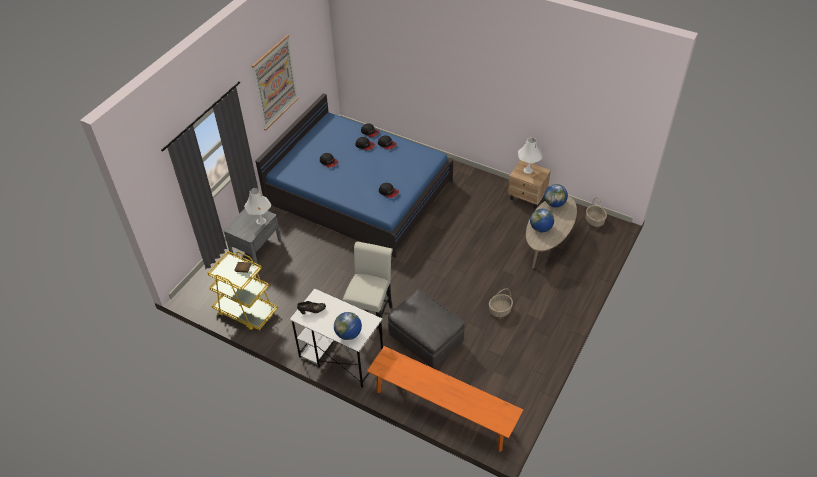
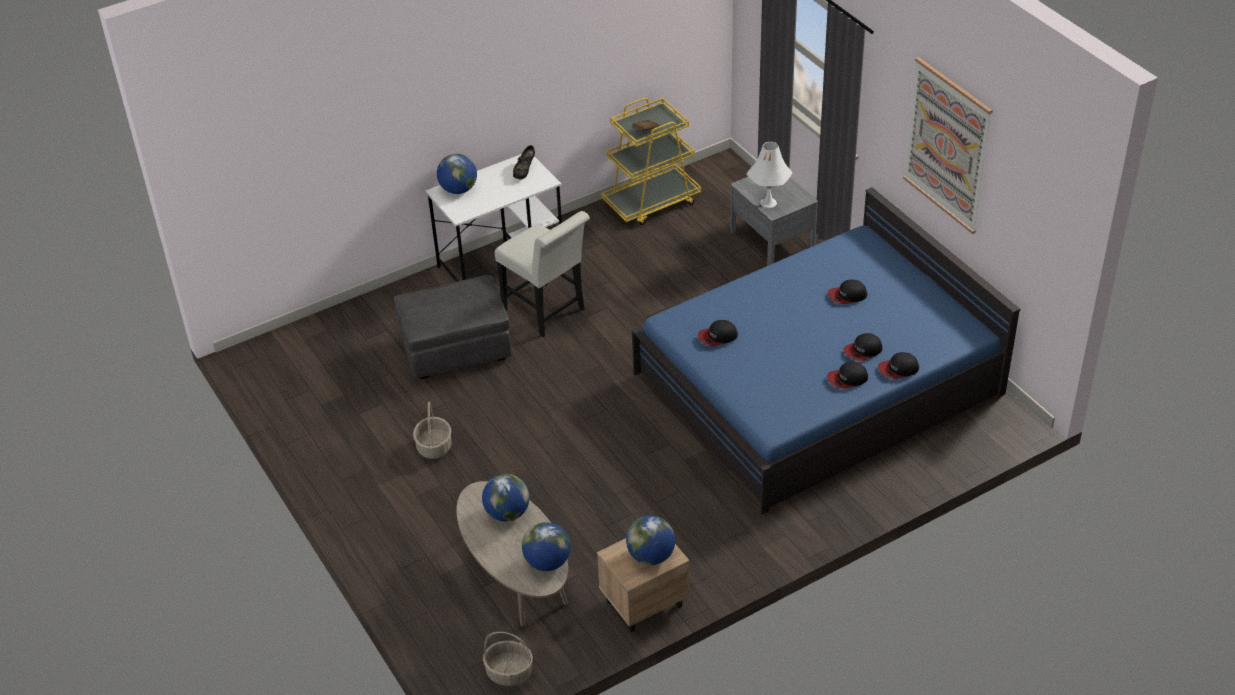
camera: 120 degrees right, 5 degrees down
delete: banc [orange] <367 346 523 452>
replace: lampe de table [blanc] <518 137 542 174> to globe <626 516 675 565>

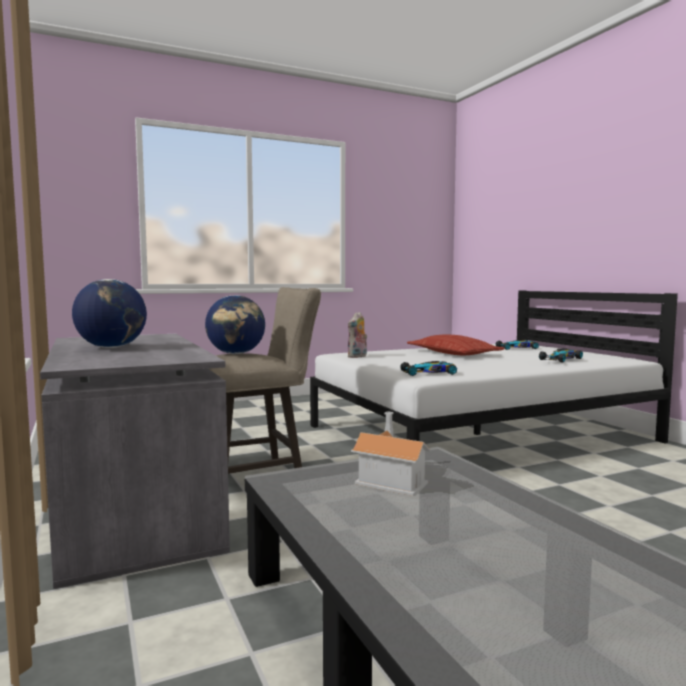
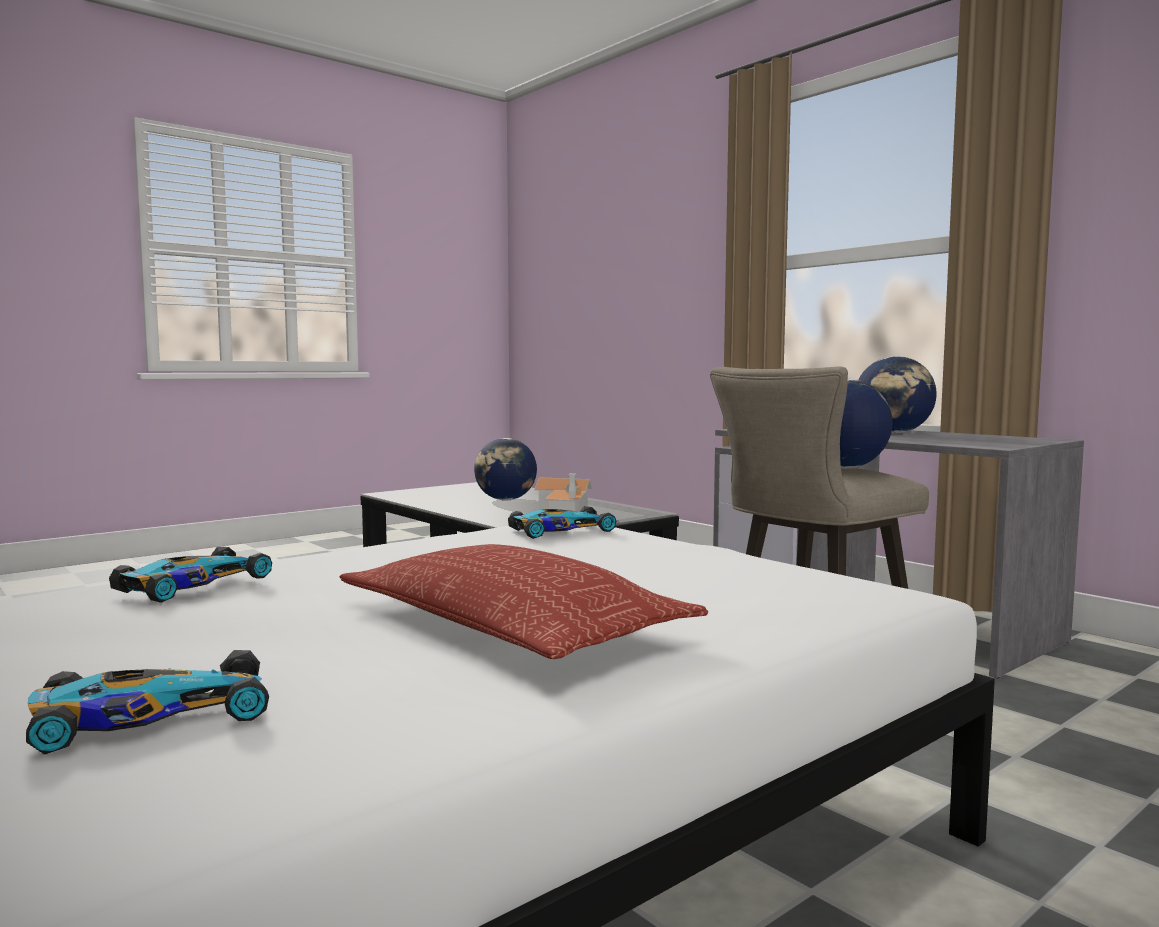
camera: 165 degrees right, 0 degrees up
delete: peluche <348 312 367 358>
insert: globe <474 438 537 500>

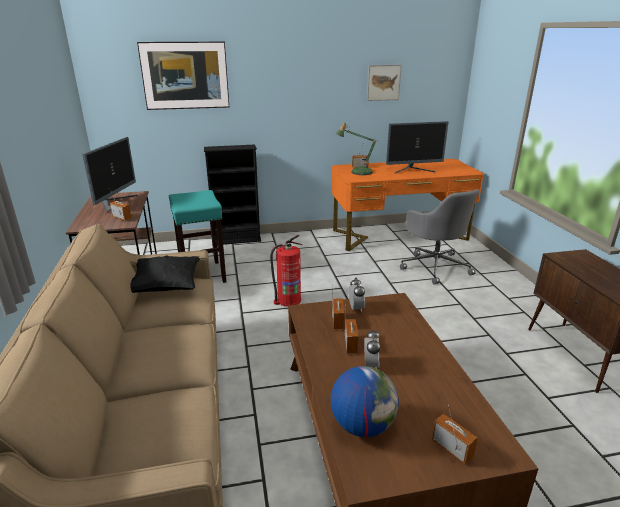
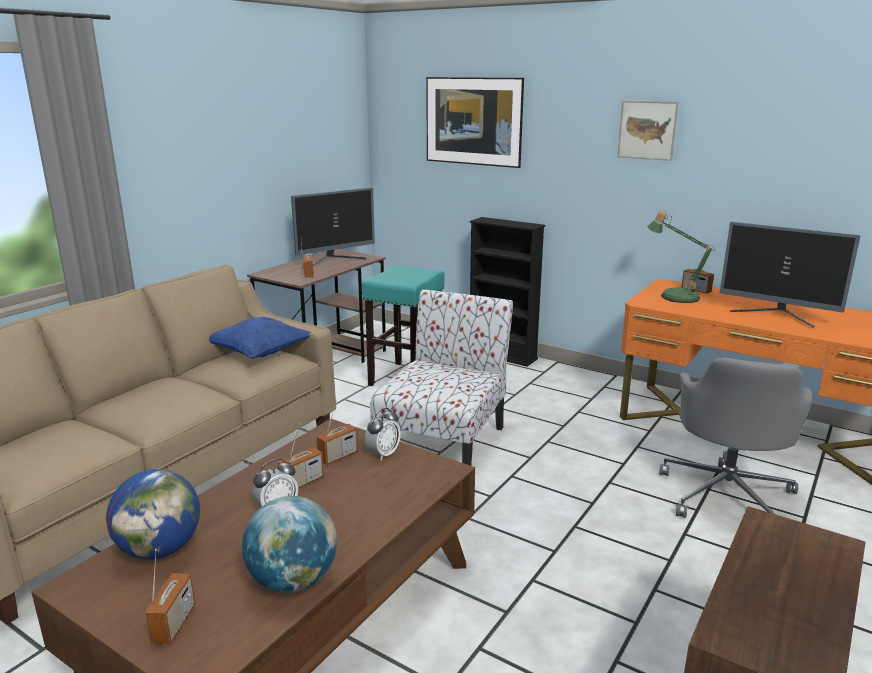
camera: 45 degrees right, 5 degrees down
insert: globe <242 496 337 593>
move: tableau <367 65 402 101> to <617 100 679 161>
replace: extincteur <270 235 302 307> to chaise <370 289 513 466>
recolor: coussin [noir] <130 255 200 293> to coussin [bleu] <209 317 312 359>

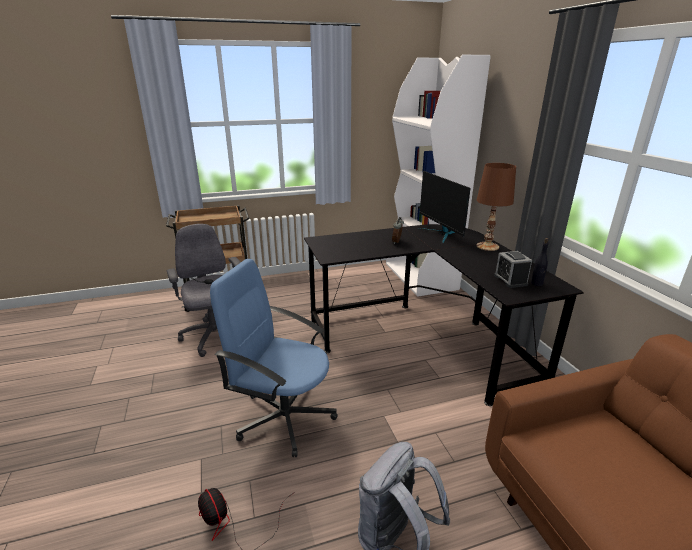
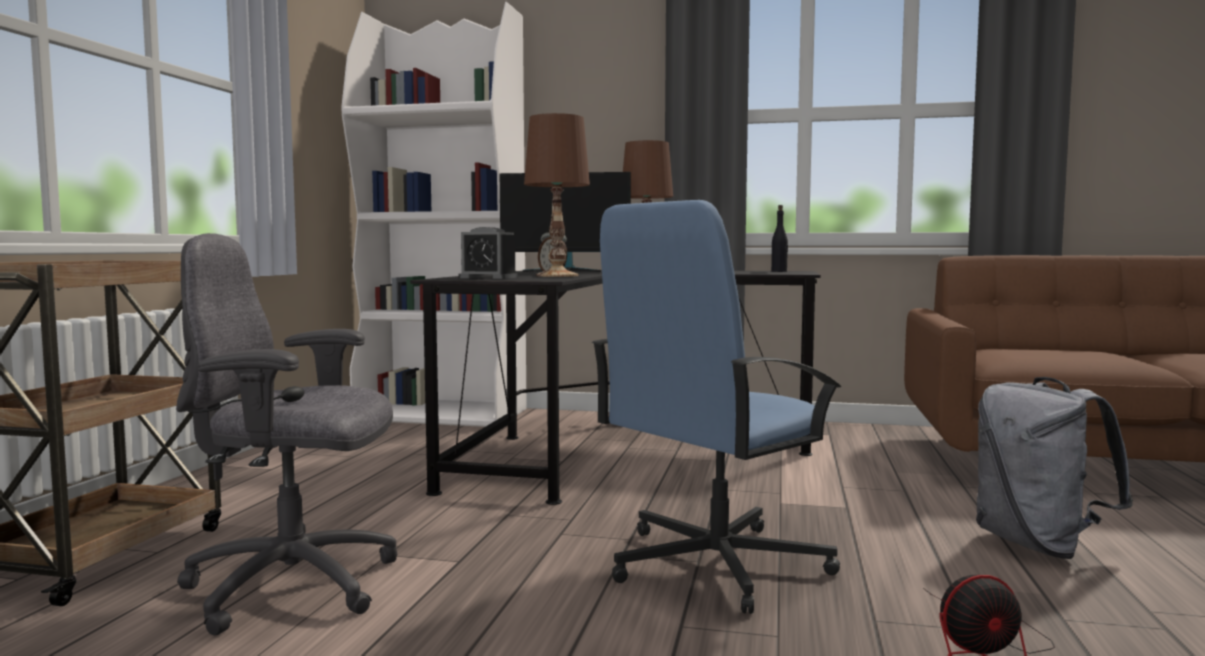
camera: 60 degrees left, 20 degrees down
insert: lampe de table [marron] <524 113 590 277>
move: réveil <494 251 532 288> to <459 227 518 279>

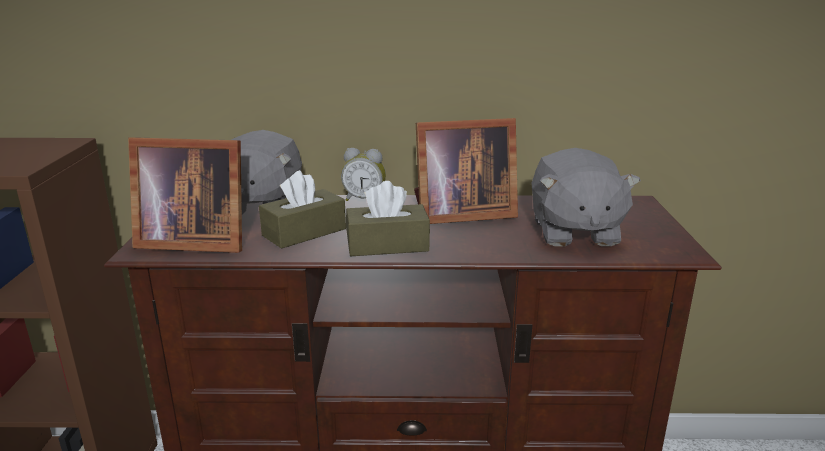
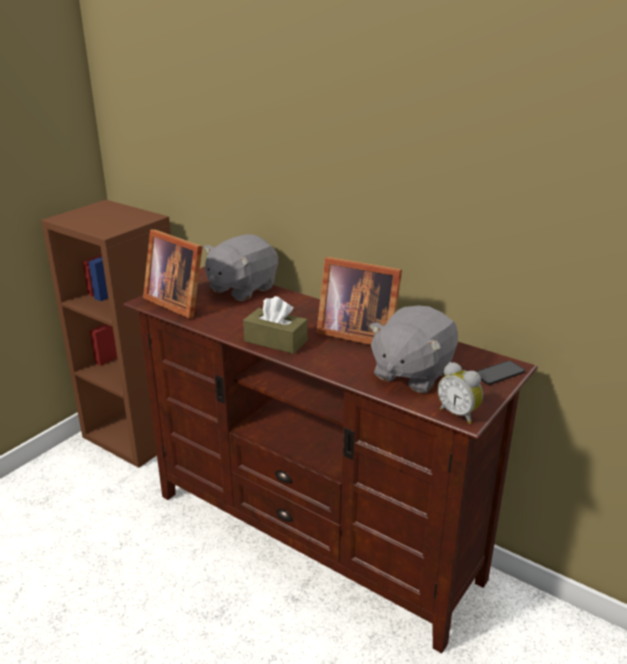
camera: 35 degrees right, 5 degrees up
delete: boîte à mouchoirs [marron] <259 170 346 249>
insert: téléphone <475 361 525 385>
move: réveil <341 148 386 201> to <438 362 483 424>

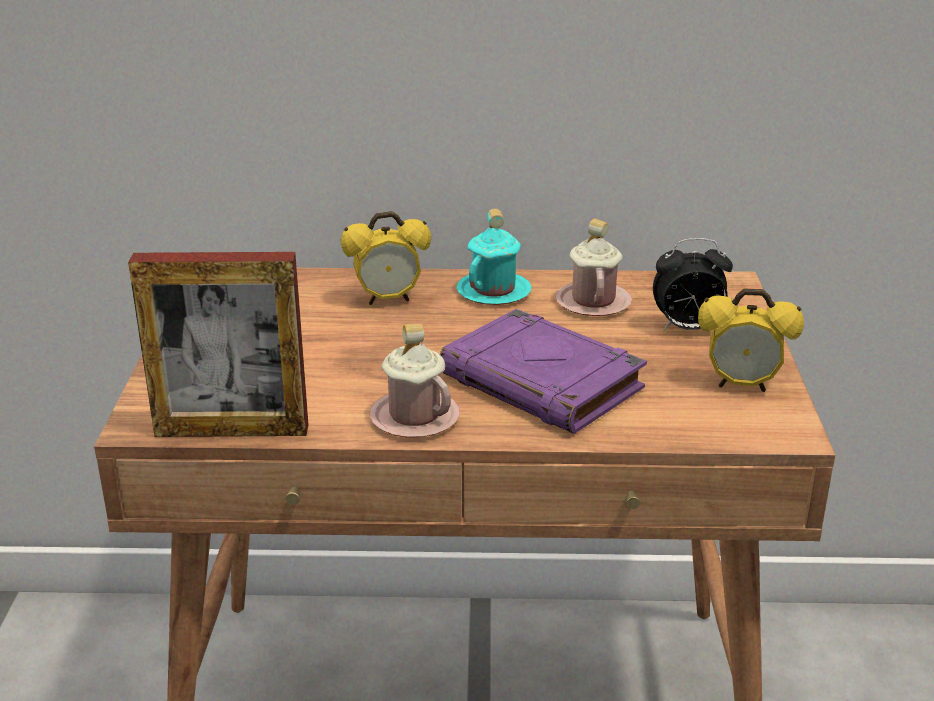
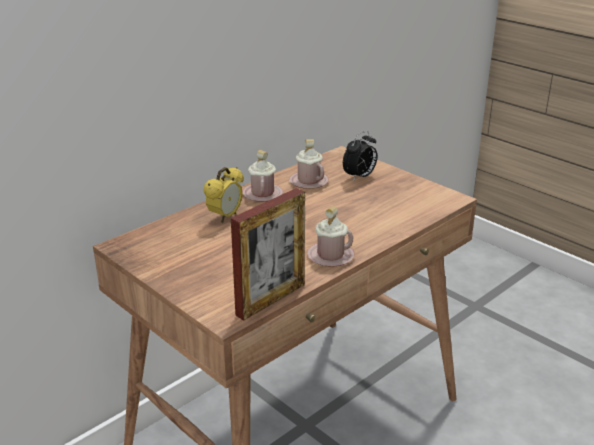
camera: 45 degrees left, 0 degrees up
delete: réveil <698 289 804 392>; livre [violet] <440 309 647 434>
recolor: mug [turquoise] <456 208 532 305> to mug [rose] <242 150 283 202>

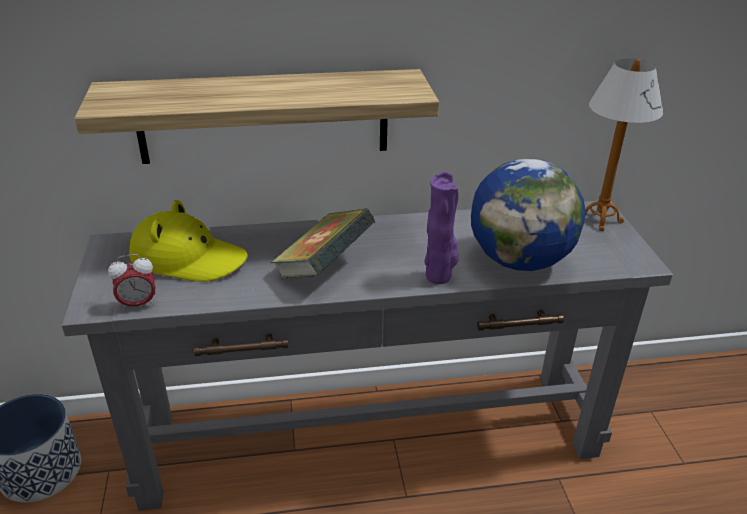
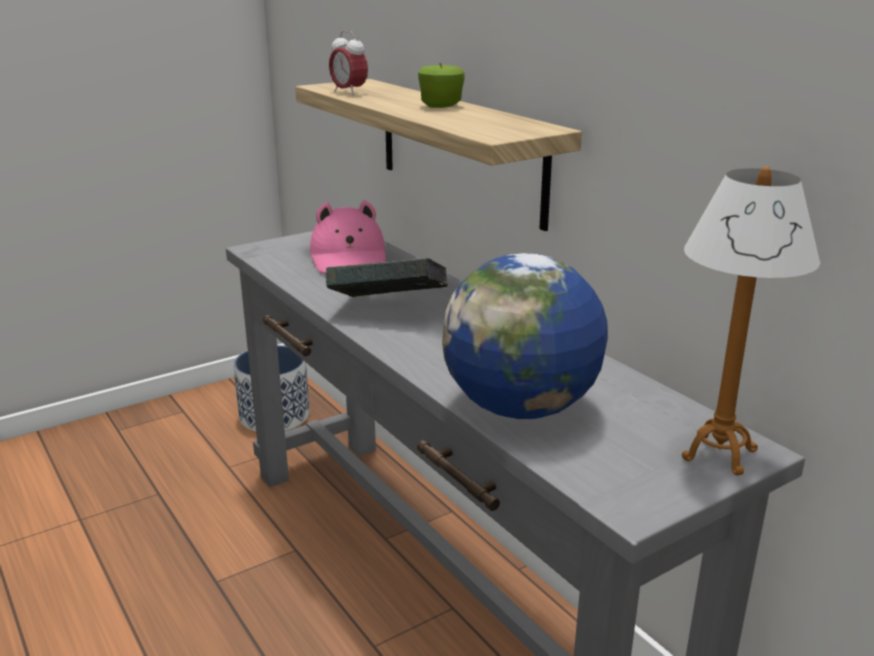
camera: 65 degrees right, 10 degrees down
delete: vase [violet] <424 172 459 284>
insert: pomme <418 63 464 108>
move: réveil <108 254 155 311> to <329 31 368 95>
recolor: chapeau [jaune] <129 200 248 282> to chapeau [rose] <310 201 386 274>

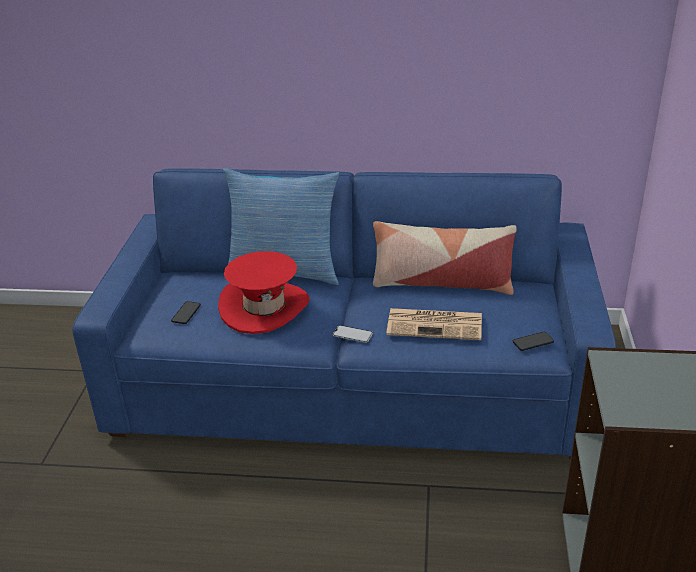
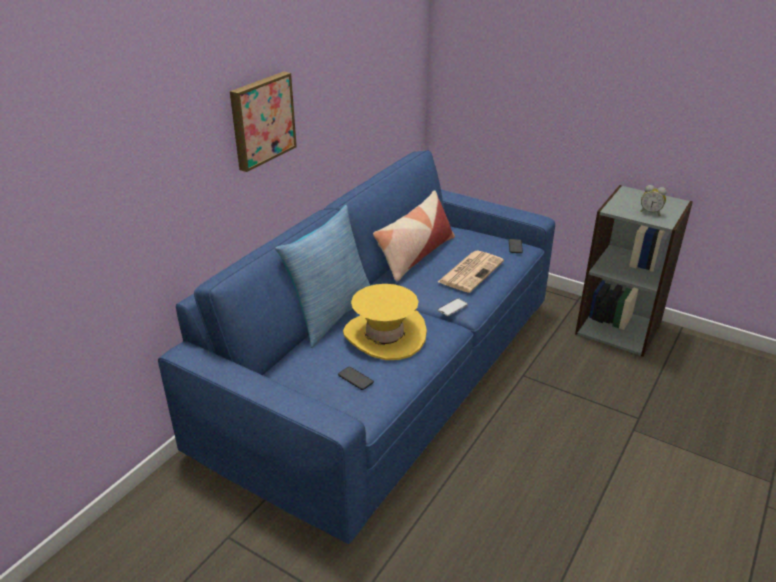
camera: 65 degrees left, 0 degrees up
insert: tableau <230 71 297 172>; réveil <640 185 667 216>
recolor: chapeau [rouge] <218 251 309 334> to chapeau [jaune] <343 284 427 360>

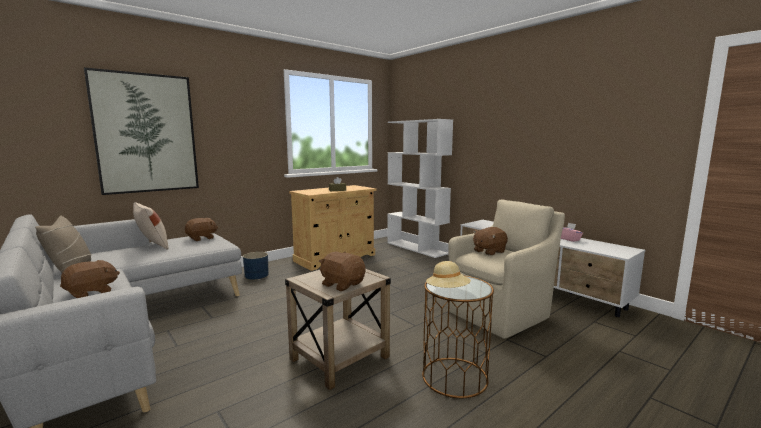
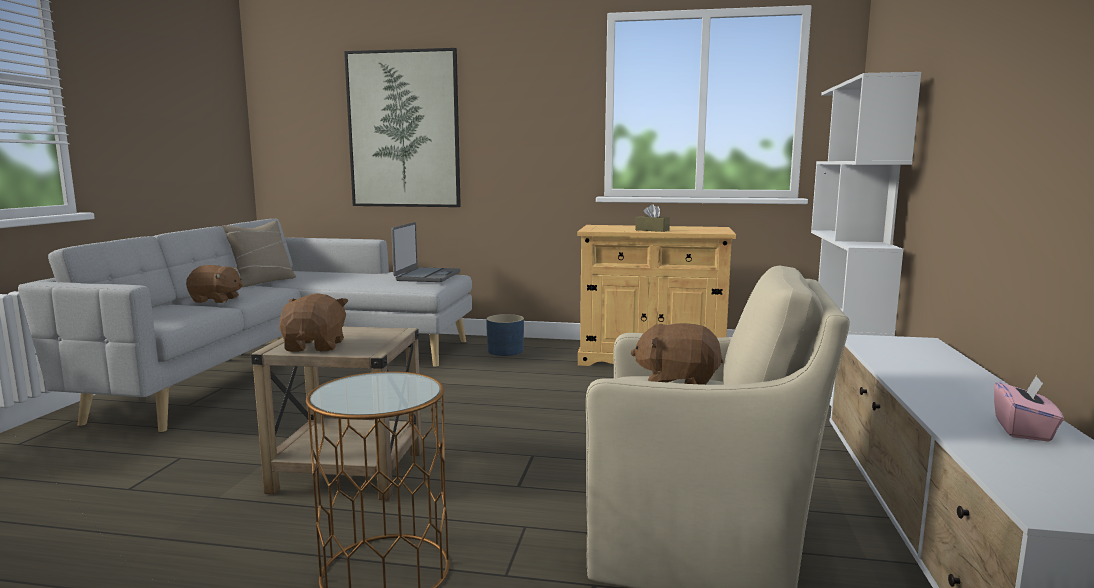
camera: 50 degrees right, 0 degrees up
delete: coussin [beige] <133 202 168 250>; chapeau [beige] <426 261 471 288>
replace: peluche [marron] <185 218 218 241> to ordinateur portable <391 222 460 282>

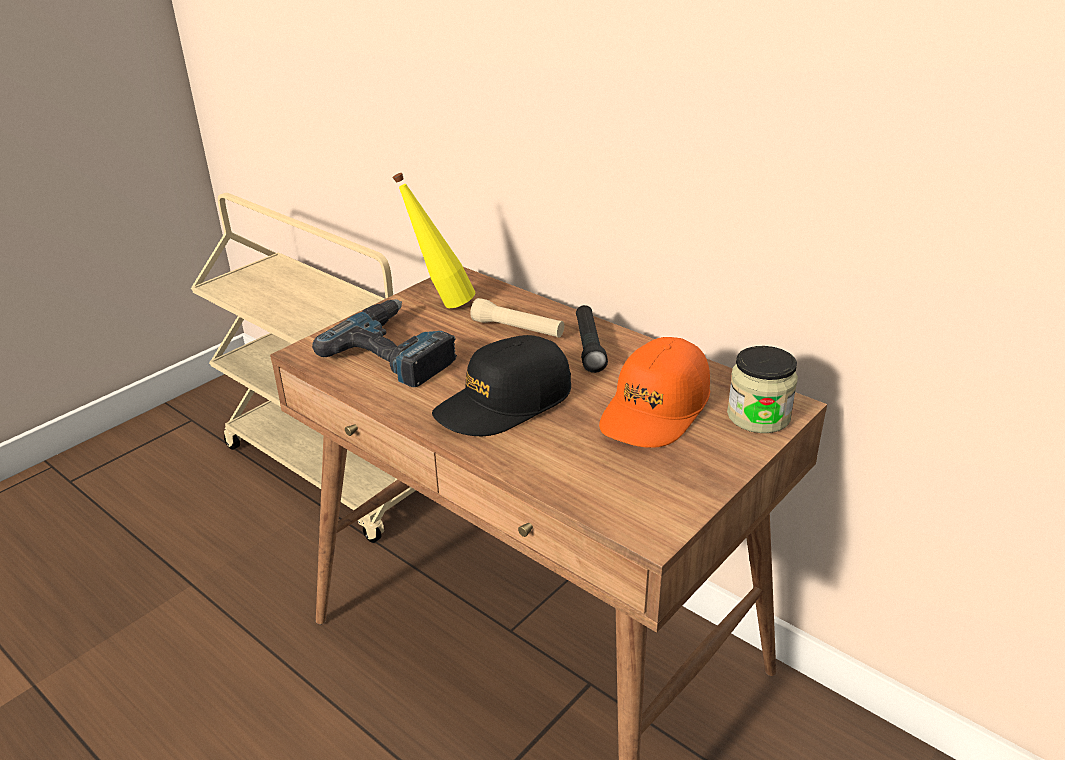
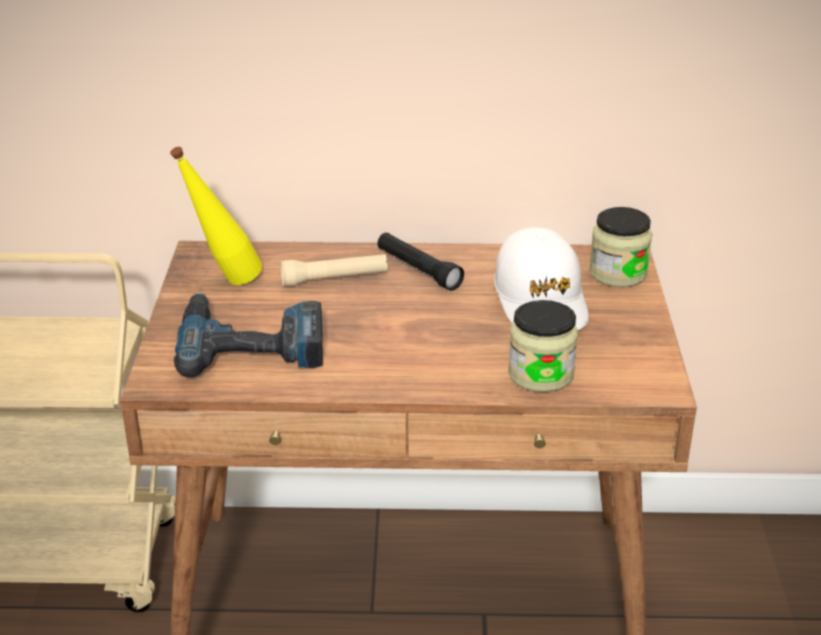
camera: 40 degrees left, 0 degrees up
delete: casquette [noir] <432 335 571 436>
insert: bocal <508 300 578 392>
recolor: casquette [orange] <599 337 710 448> to casquette [blanc] <494 227 589 330>

